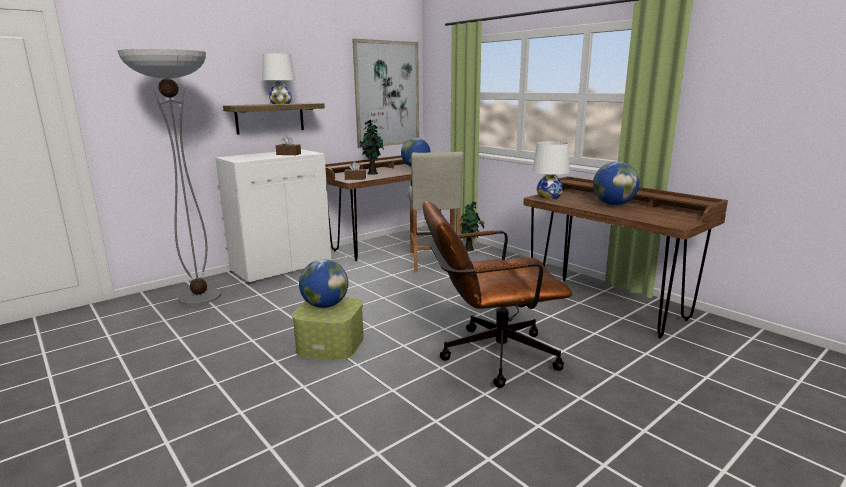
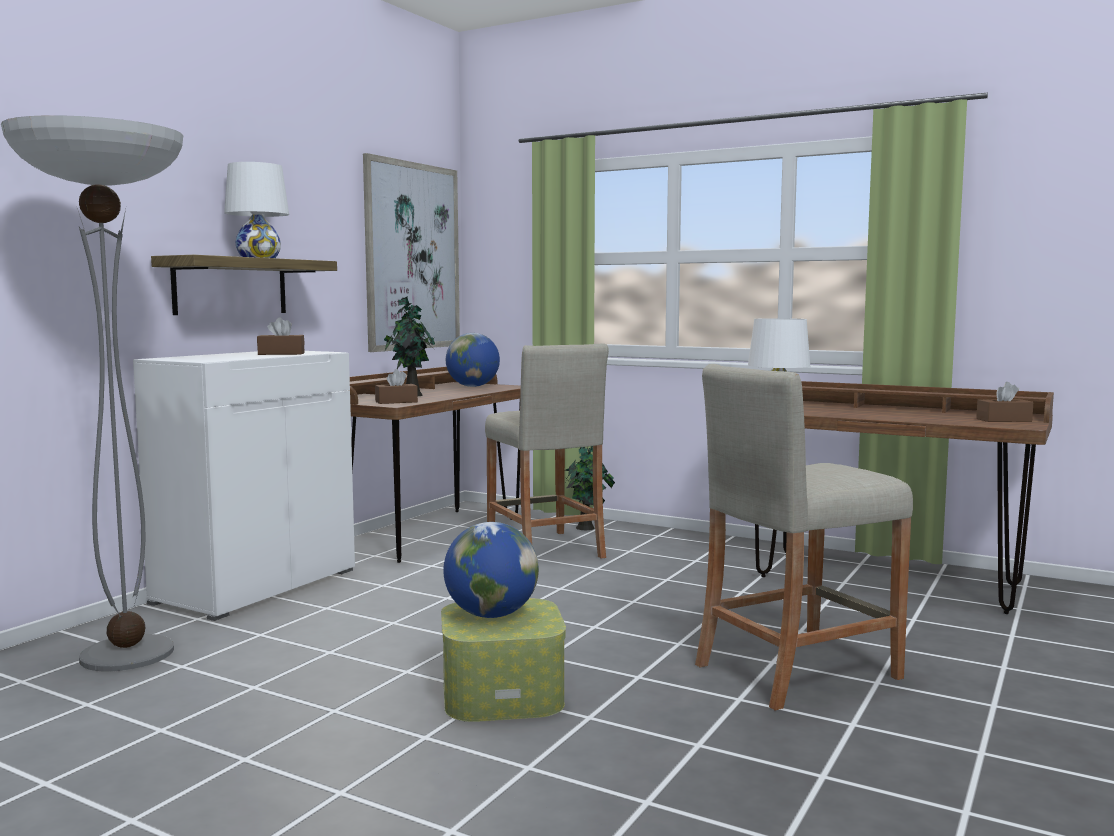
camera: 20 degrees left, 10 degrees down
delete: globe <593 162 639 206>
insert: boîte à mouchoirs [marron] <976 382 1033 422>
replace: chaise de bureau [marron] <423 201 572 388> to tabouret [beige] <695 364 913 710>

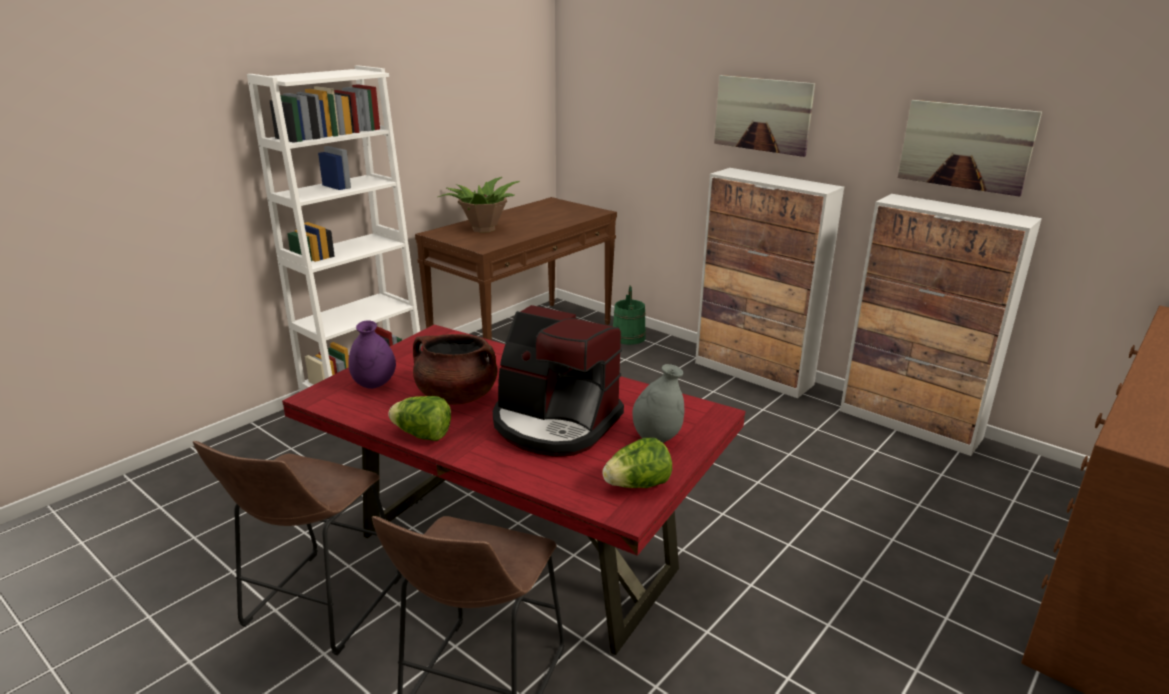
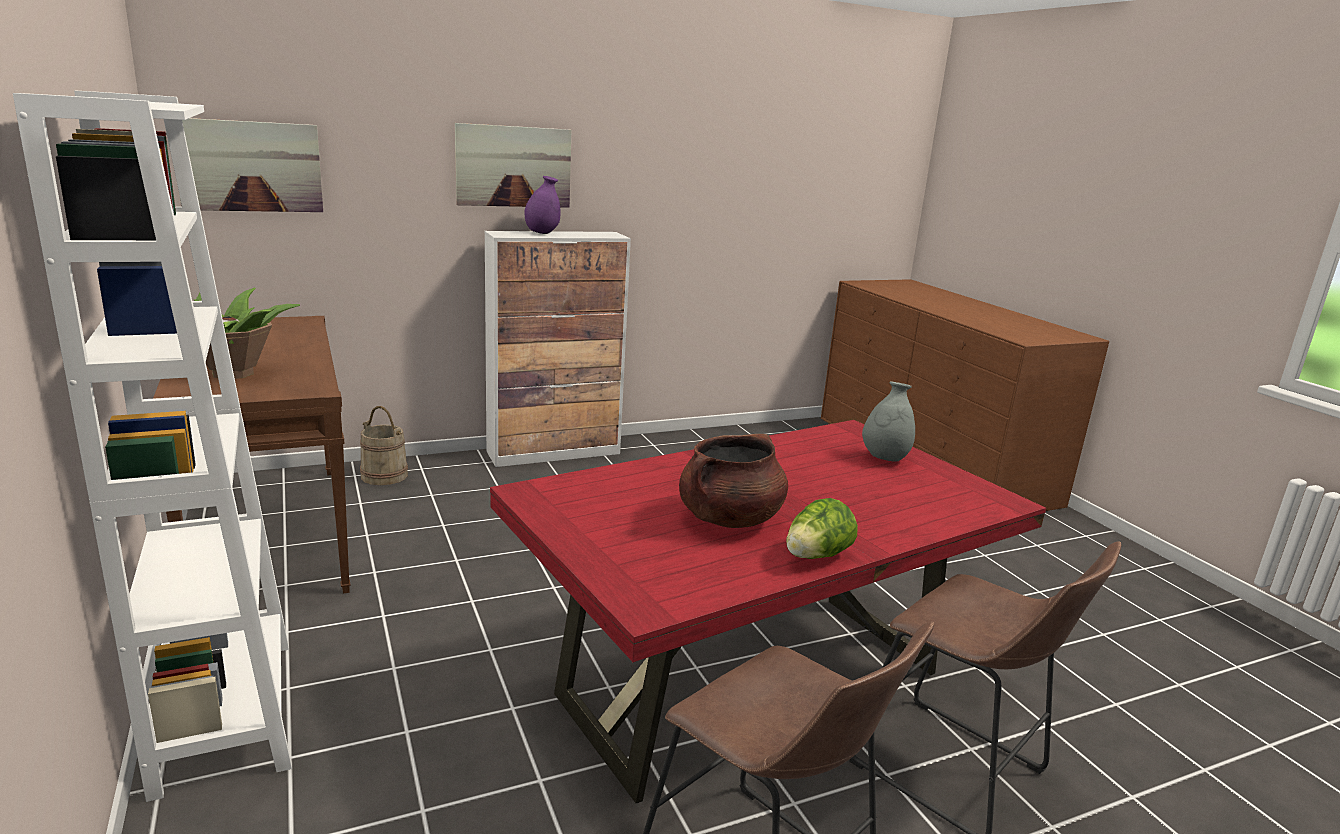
camera: 65 degrees left, 5 degrees down
delete: meuble de rangement <840 194 1042 456>; machine à café <493 305 624 457>; laitue <602 438 672 488>
move: tableau <898 100 1042 197> to <180 118 323 212>; vase [violet] <348 320 396 389> to <524 176 561 234>
recolor: seau [vert] <613 285 646 345> to seau [beige] <360 406 408 485>

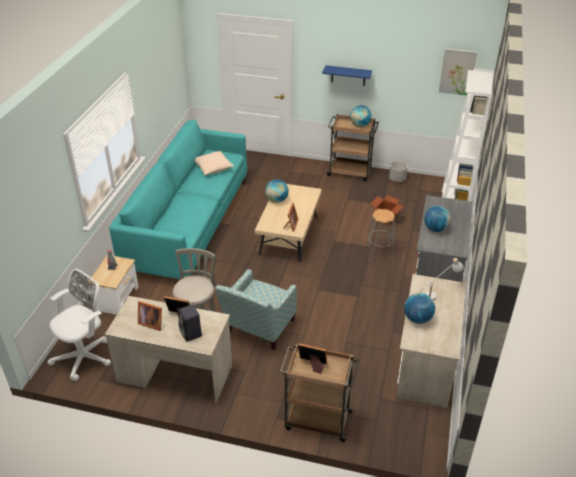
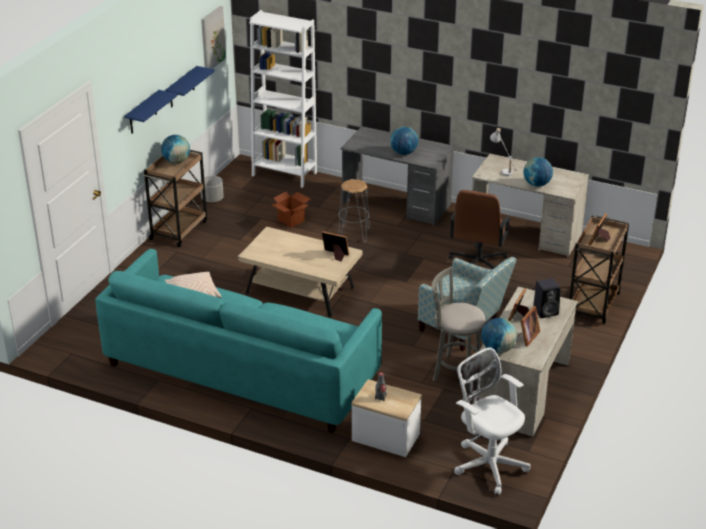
camera: 80 degrees left, 5 degrees down
insert: étagère [bleu] <165 66 215 107>; chaise de bureau [marron] <449 190 511 269>
move: globe <265 179 289 203> to <481 318 517 353>

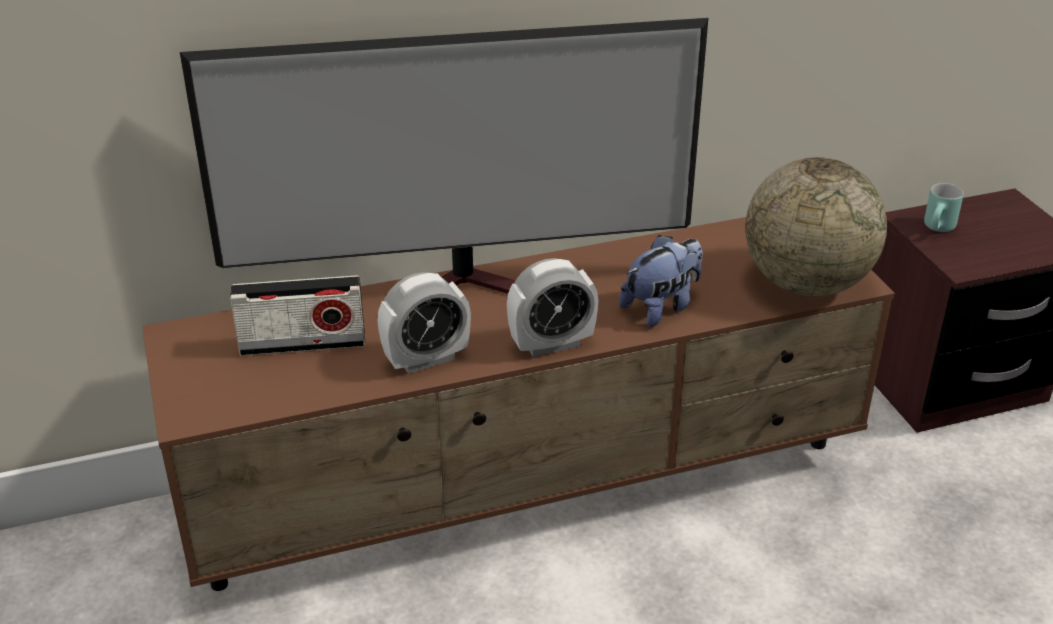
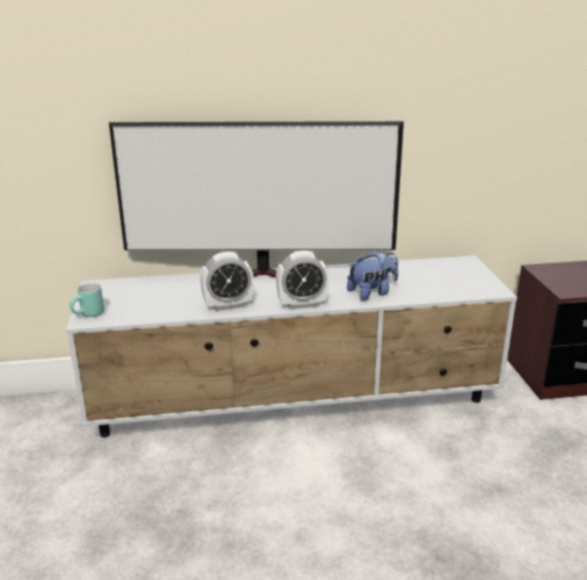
camera: 10 degrees right, 10 degrees down
delete: globe <745 157 887 296>; radio <230 275 365 356>
move: mug [turquoise] <924 183 964 232> to <70 283 104 317>
recolor: meuble télé [marron] <142 217 895 591> to meuble télé [blanc] <66 256 517 438>

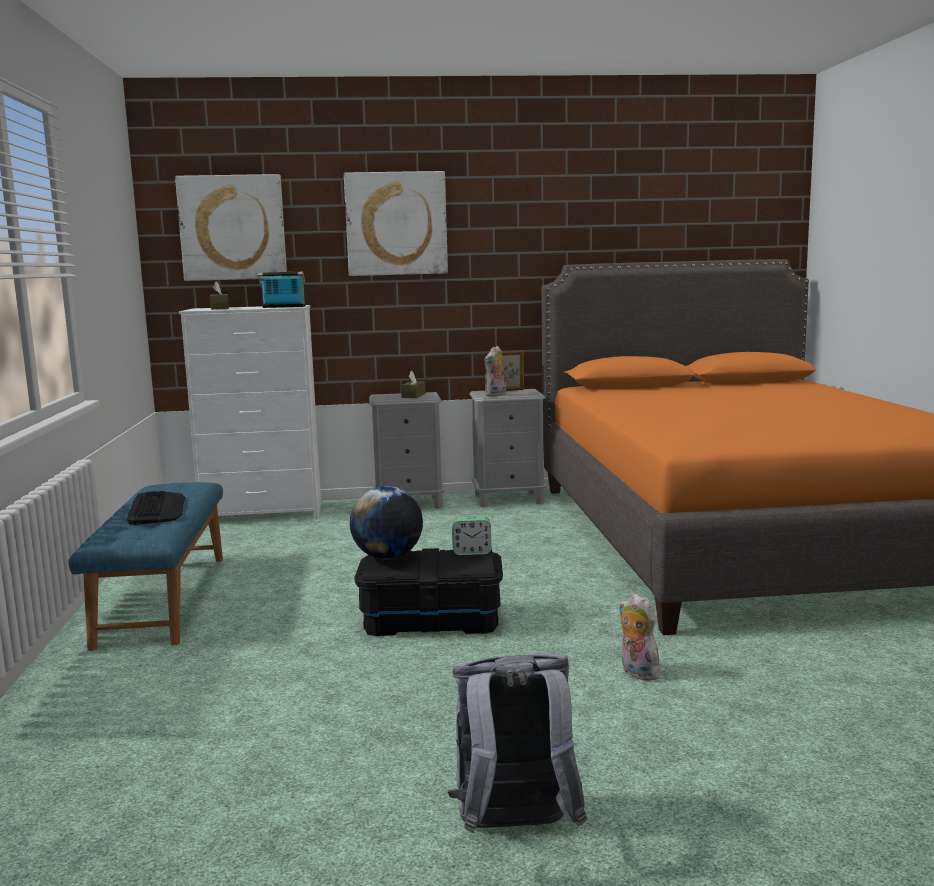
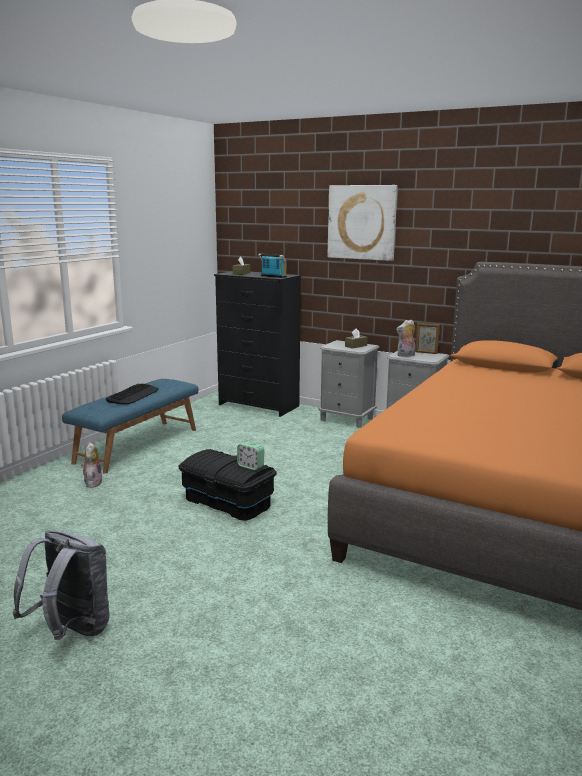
camera: 35 degrees right, 5 degrees up
delete: tableau <175 174 287 281>; globe <350 486 423 559>
move: peluche <619 594 660 681> to <81 442 103 488>
recolor: commode [blanc] <179 305 321 519> to commode [noir] <214 271 301 417>

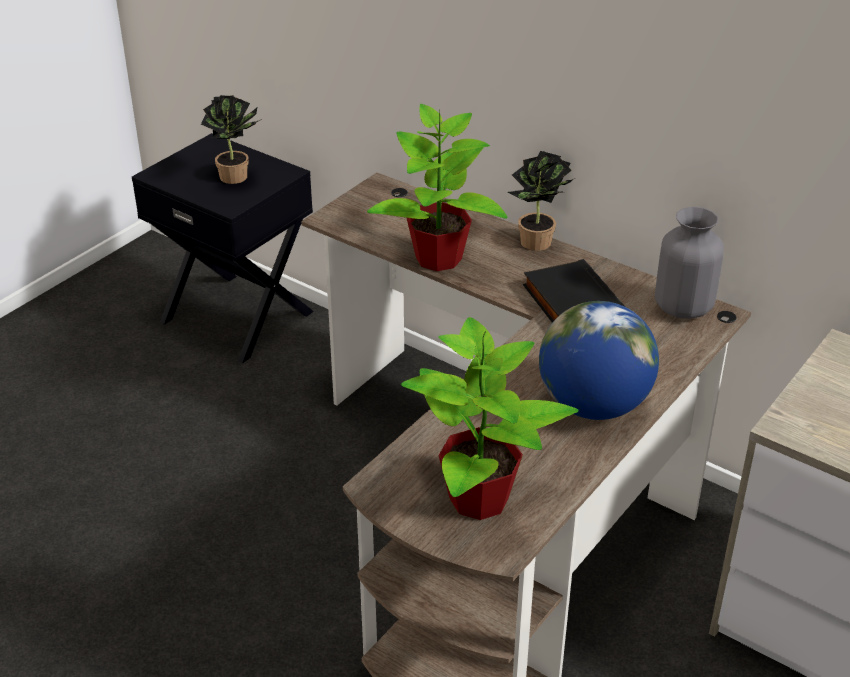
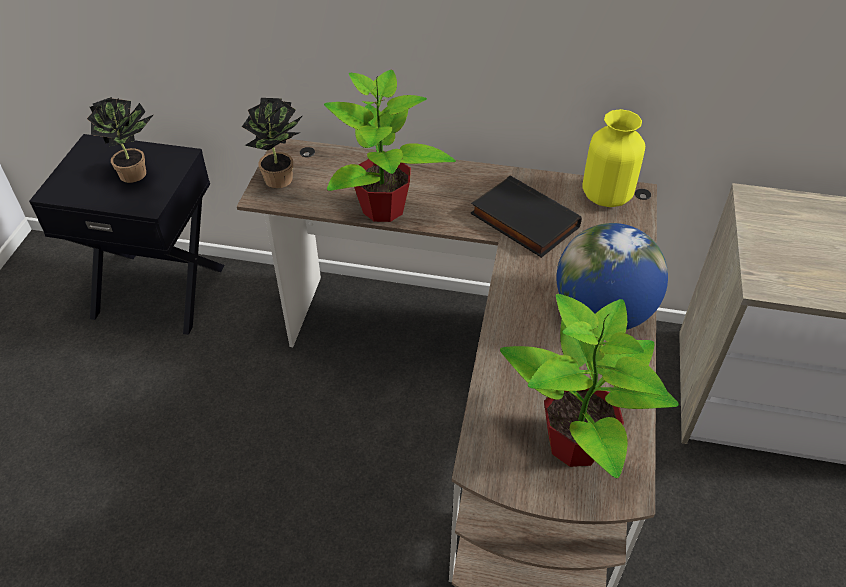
camera: 25 degrees left, 10 degrees up
move: plante en pot <507 151 575 251> to <242 98 303 188>
recolor: vase [gris] <655 207 724 319> to vase [jaune] <582 109 645 207>

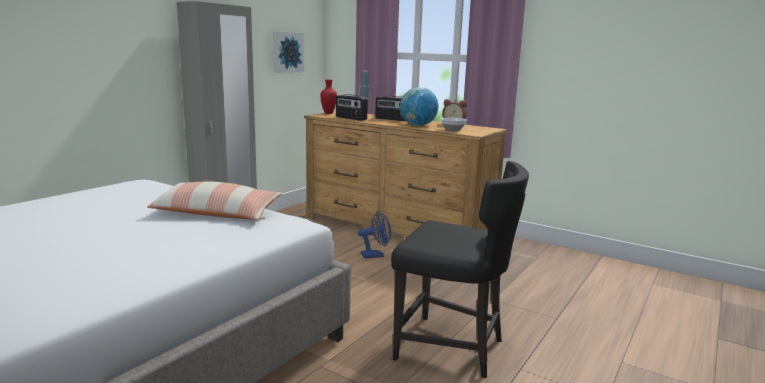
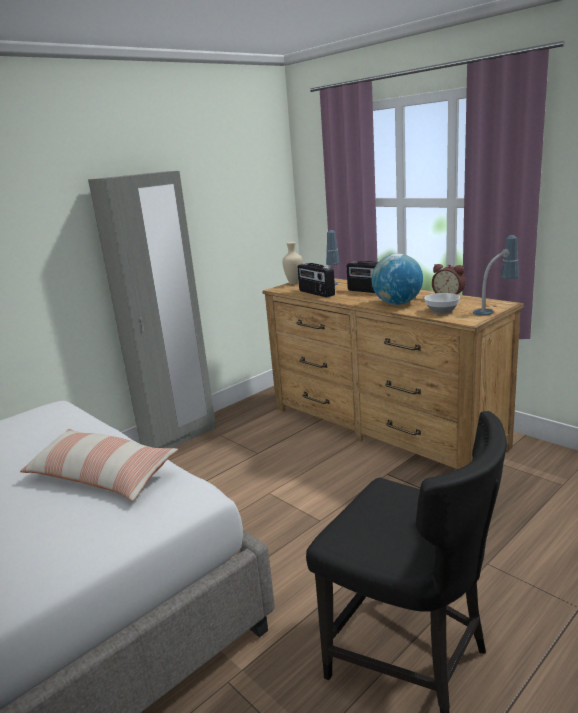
camera: 15 degrees right, 5 degrees up
delete: tableau <273 31 304 73>; ventilateur [bleu] <358 211 391 258>
insert: lampe de table <473 235 519 316>
recolor: vase [rouge] <321 80 337 114> to vase [beige] <282 242 303 285>

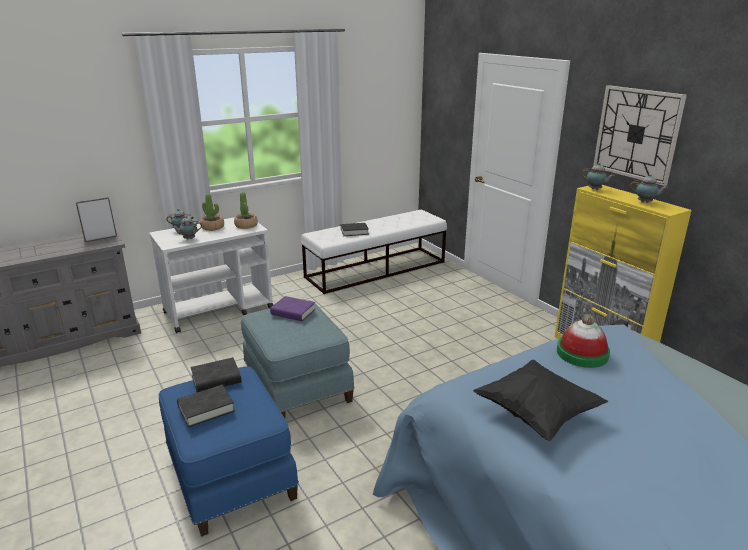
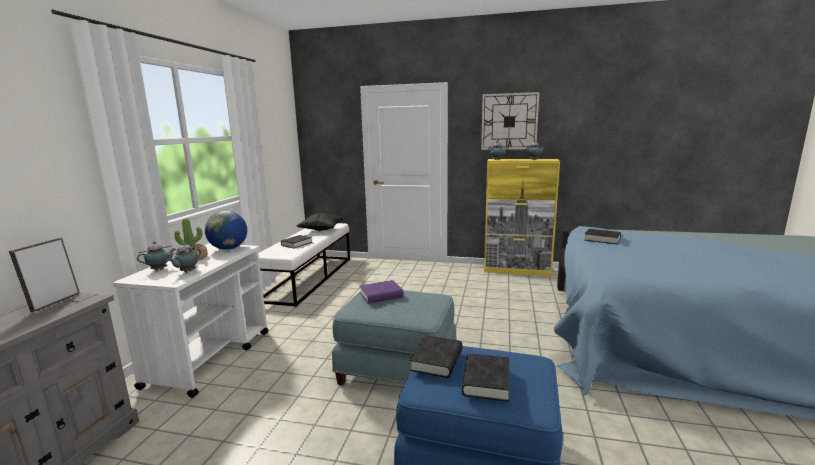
camera: 45 degrees left, 10 degrees down
move: coussin [noir] <473 359 608 441> to <296 213 344 231>
replace: plante en pot <234 192 258 229> to globe <205 211 247 250>; chapeau <557 314 610 368> to livre [noir] <584 229 621 244>

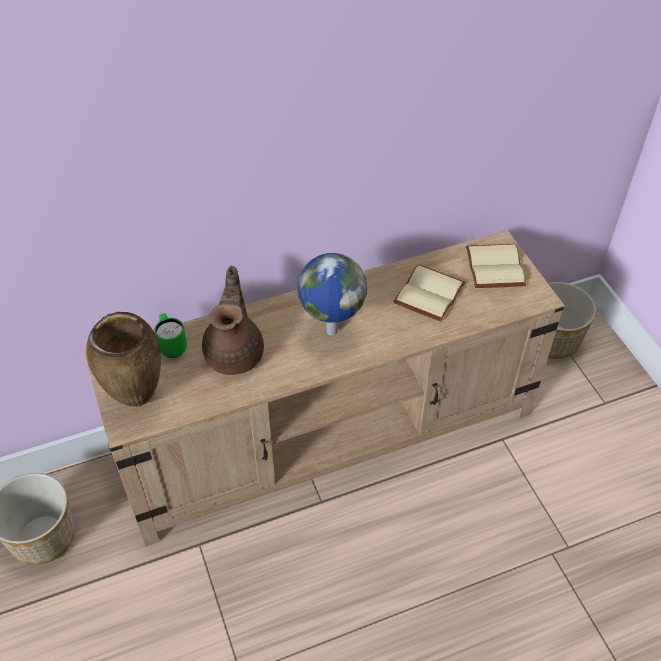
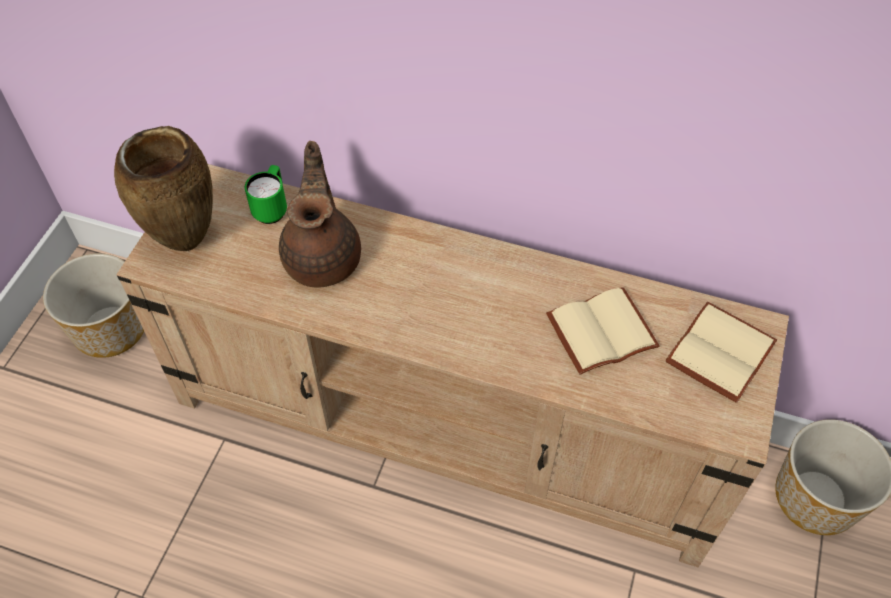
camera: 40 degrees right, 5 degrees up
delete: globe <298 253 367 335>
rotate: théière [marron] <202 266 264 375> = <279 141 361 288> 45 degrees counterclockwise

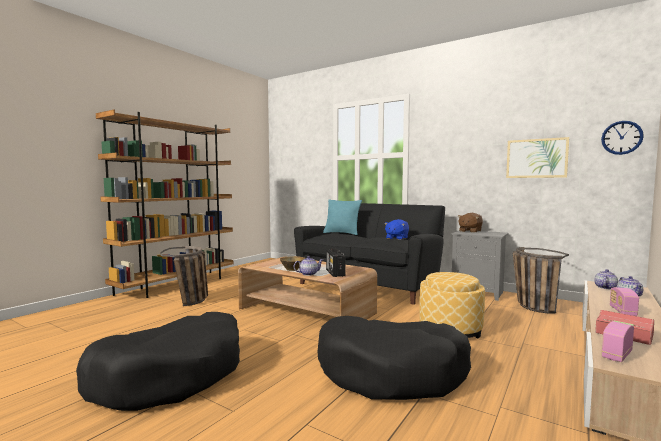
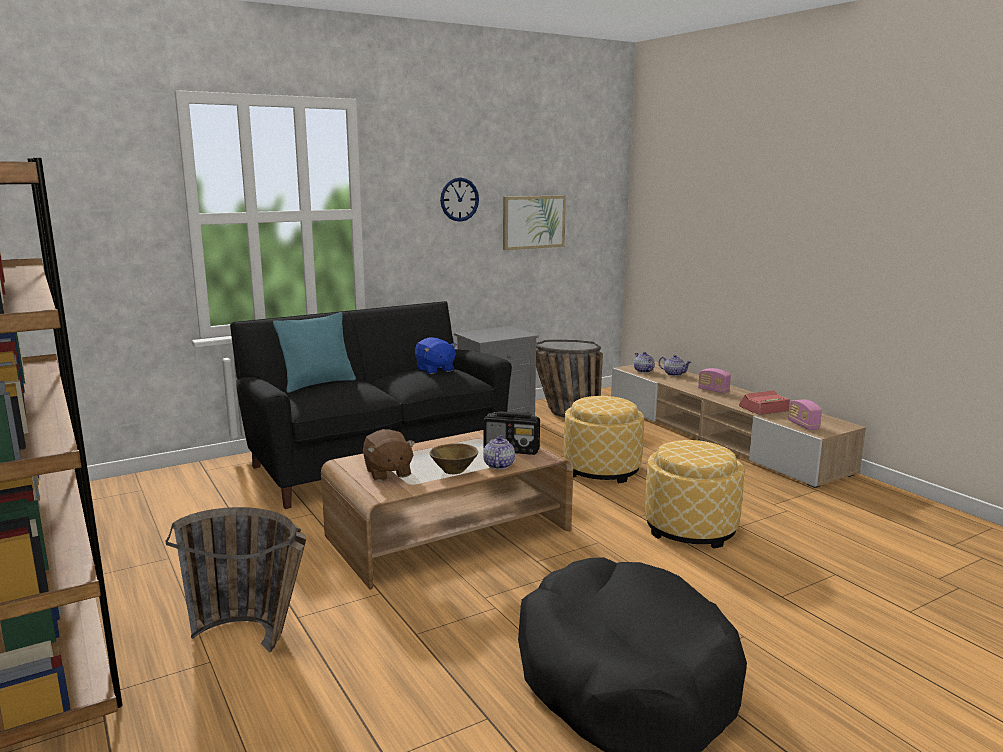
camera: 65 degrees left, 10 degrees up
move: horloge murale <601 121 644 155> to <440 177 479 222>; peluche [marron] <458 213 483 233> to <363 429 415 481>
replace: panier pour chien [noir] <318 316 471 400> to pouf <645 440 744 549>

